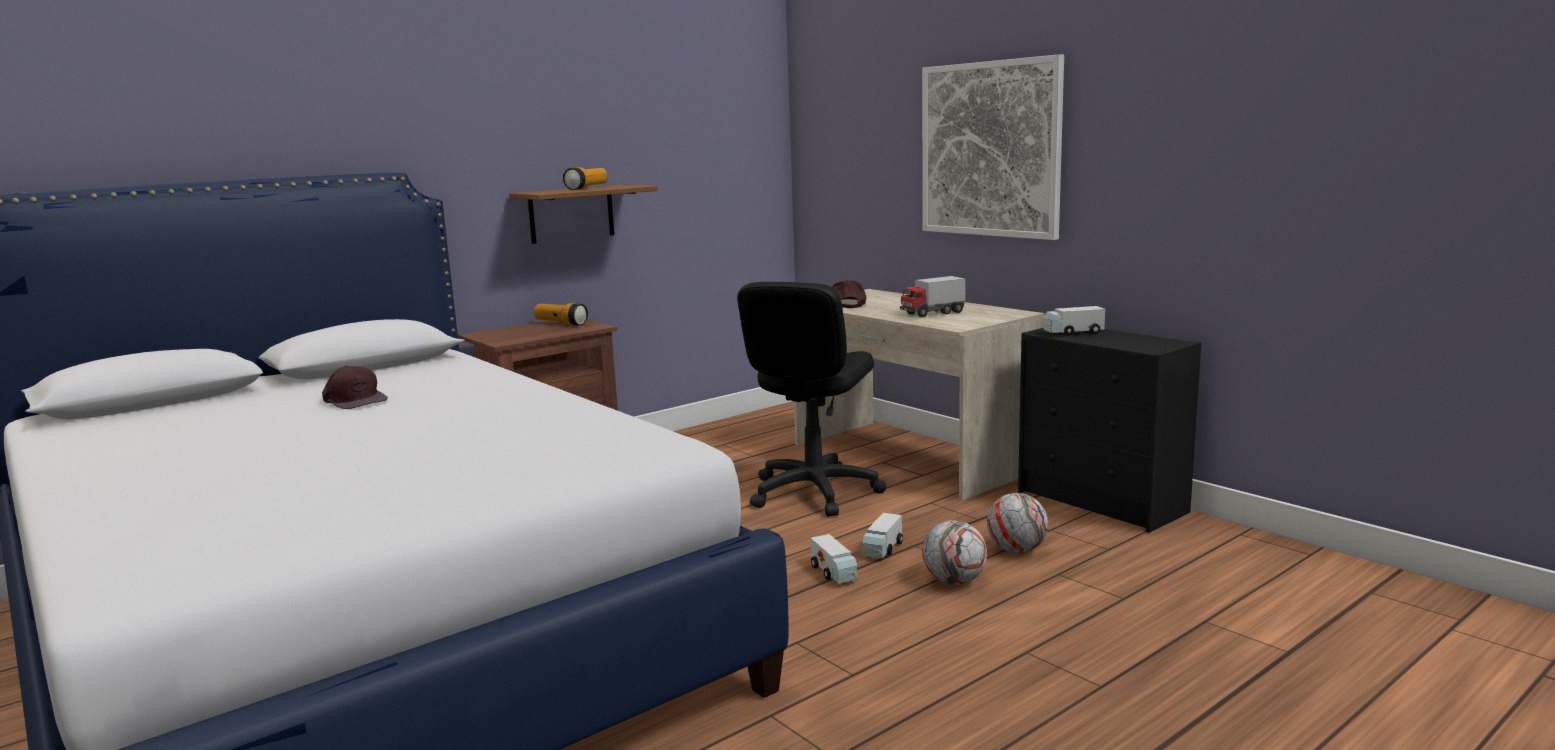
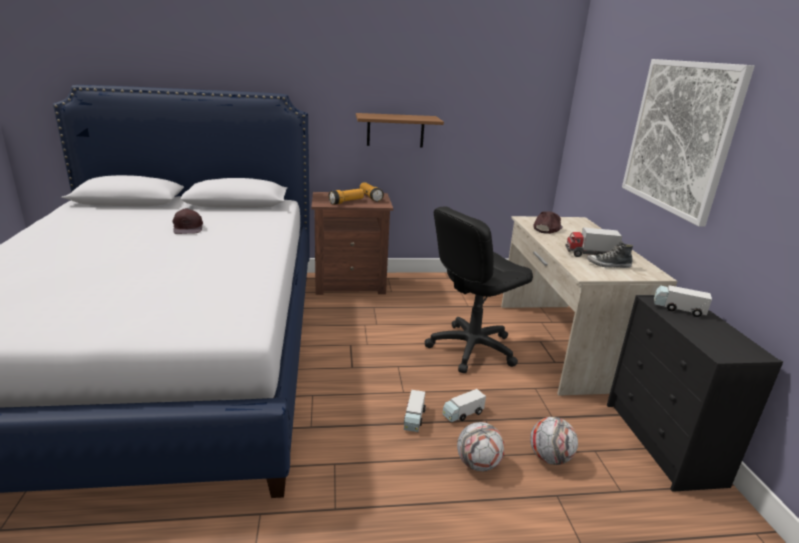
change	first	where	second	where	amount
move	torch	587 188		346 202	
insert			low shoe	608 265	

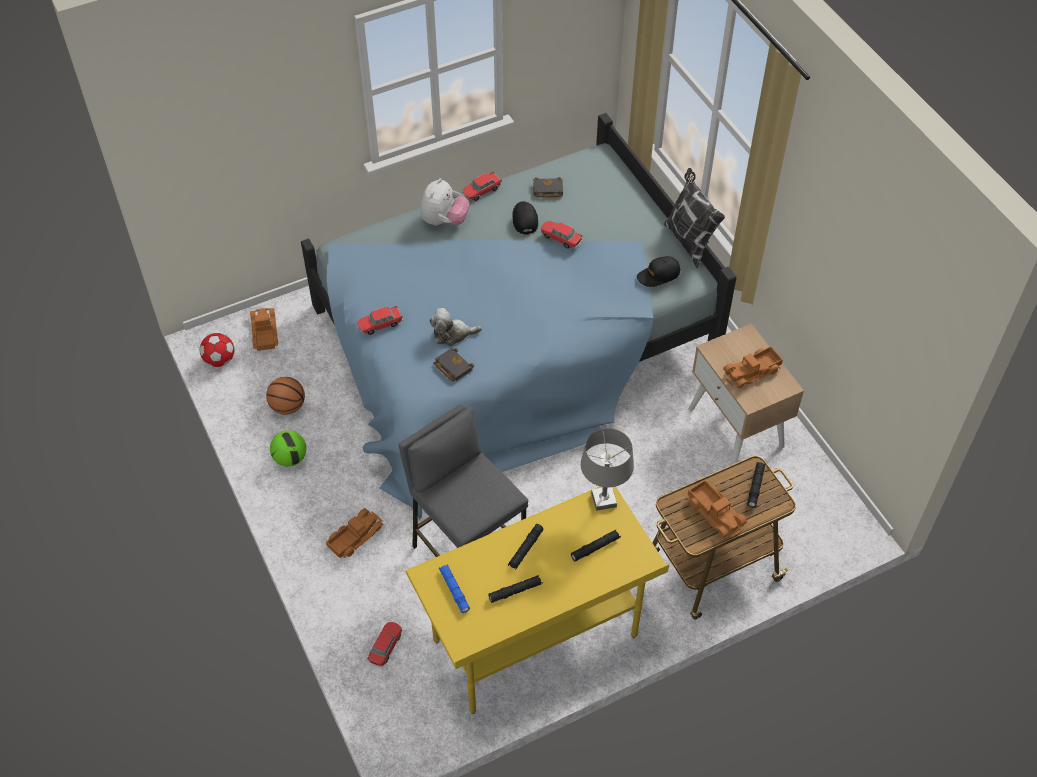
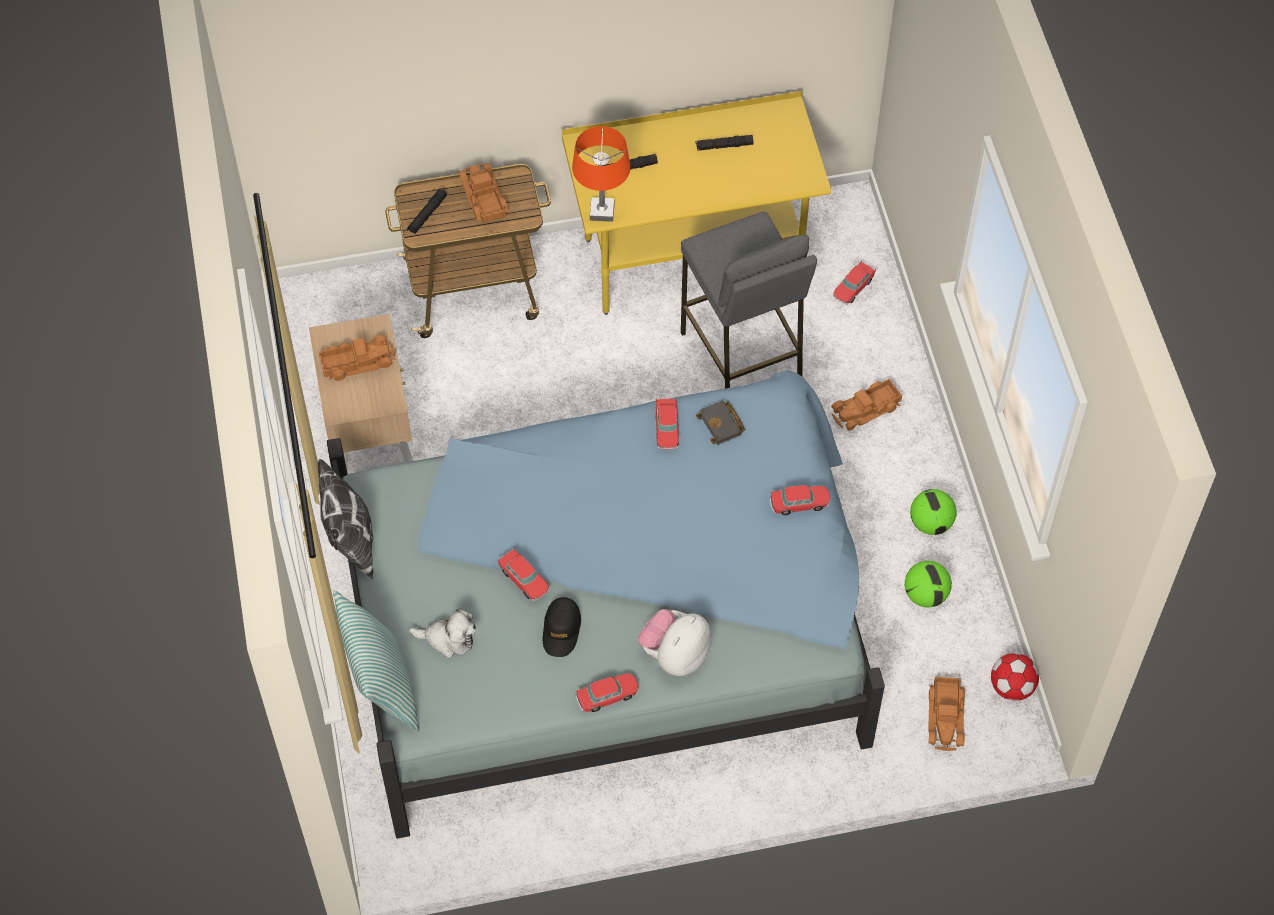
change	first	where	second	where	amount
replace	basketball ball	288 406	football ball	925 595	
move	soft toy	452 334		448 639	
delete	torch (bluish)	454 590			
delete	torch (black)	525 549			
delete	book (black)	547 190			
recolor	tabletop lamp (gray)	604 500	tabletop lamp (orange-coloured)	602 211	
delete	peaked cap (black)	658 275			
insert			pillow	381 687	
insert			model car	667 428	

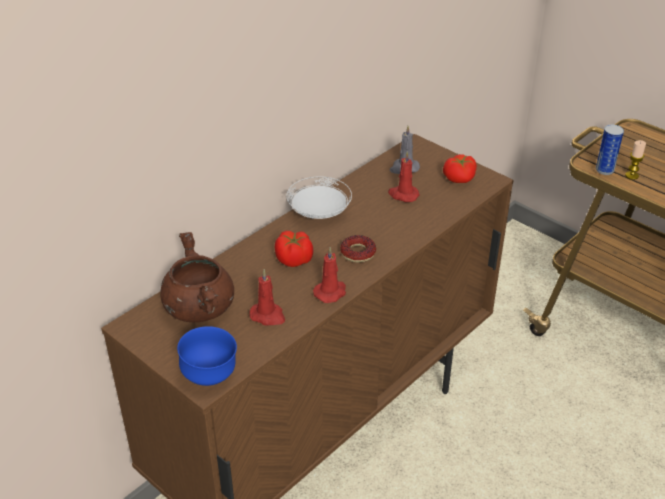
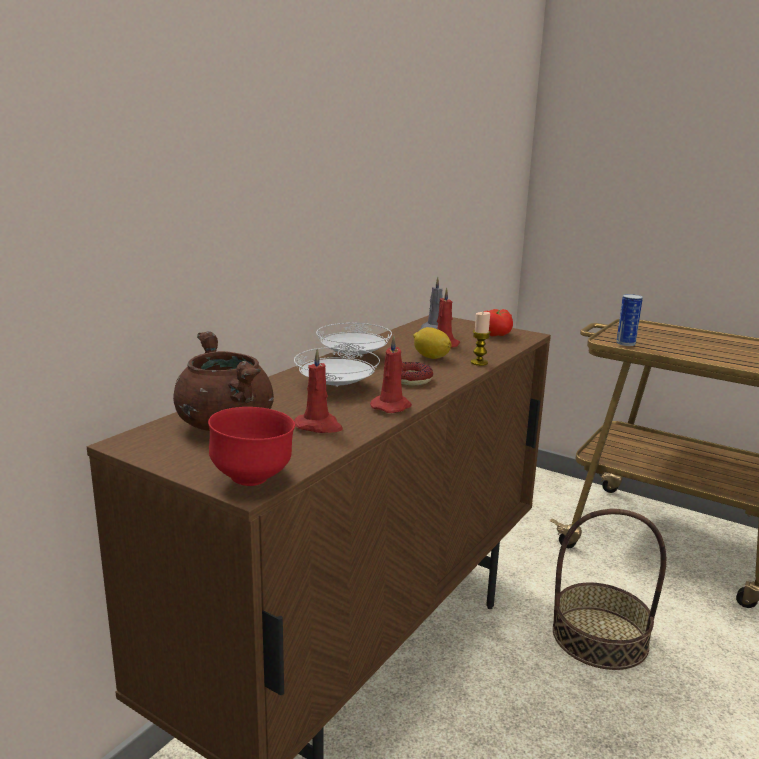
change	first	where	second	where	amount
recolor	serving bowl (bluish)	210 377	serving bowl (reddish)	253 479	
replace	fresh tomato	294 260	dinner plate (whitish)	337 386	
move	wax light	631 175		479 363	
insert			lemon	431 357	
insert			storage basket	600 637	

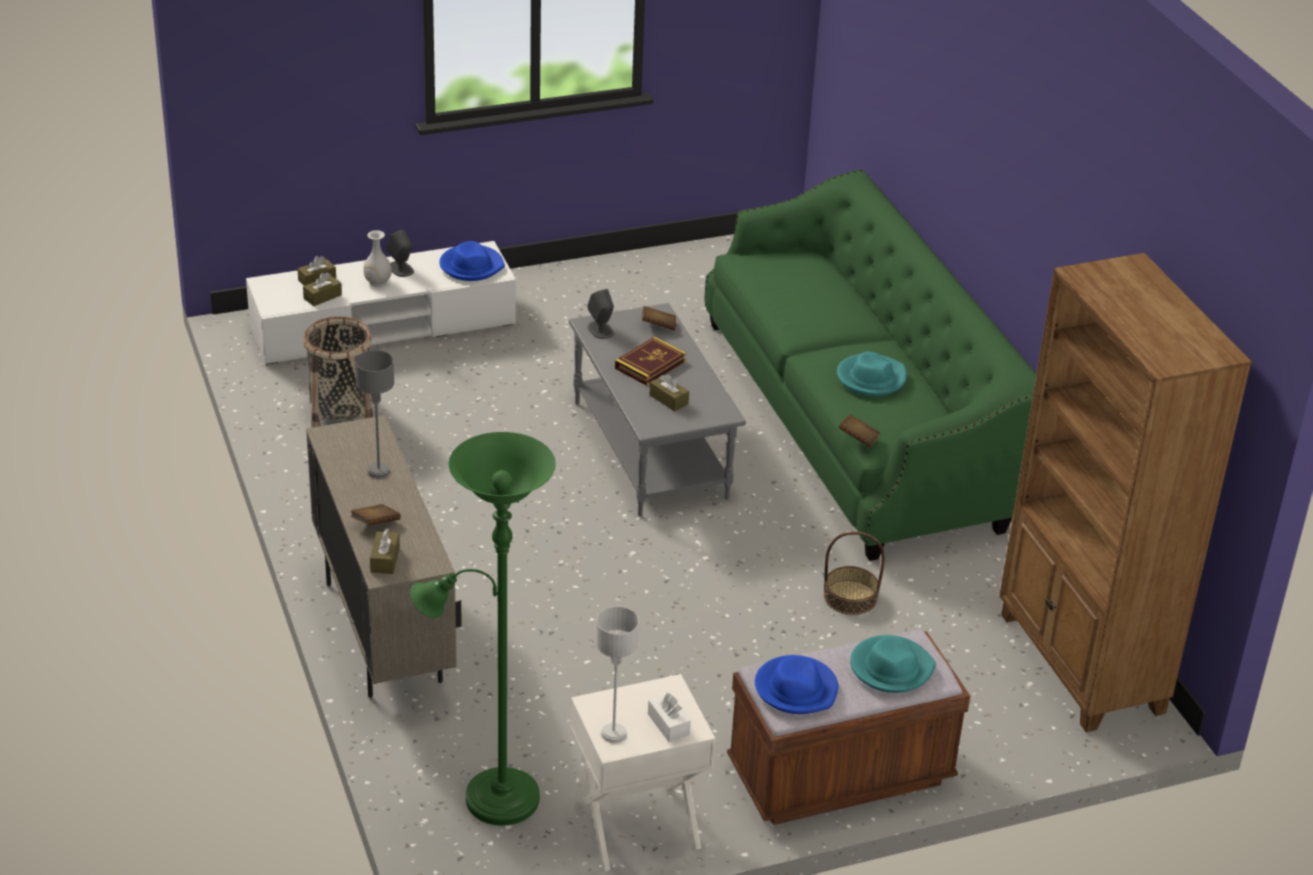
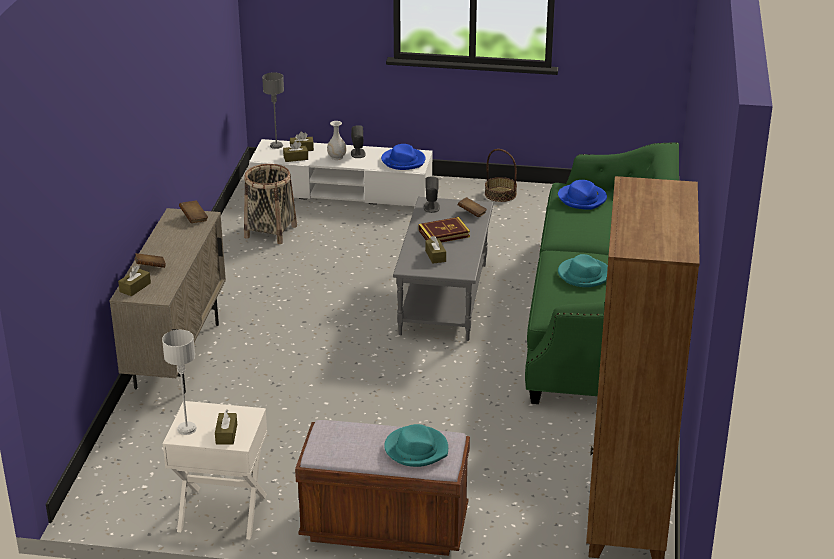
change	first	where	second	where	amount
move	tabletop lamp (gray)	379 471		276 145	
delete	floor lamp (green-coloured)	492 797			
recolor	box of tissues (whitish)	668 724	box of tissues (brown-coloured)	226 434	
move	wearable hat (bluish)	796 688		582 199	
move	storage basket	850 597		500 194	
move	book (brown-coloured)	858 439		194 218	

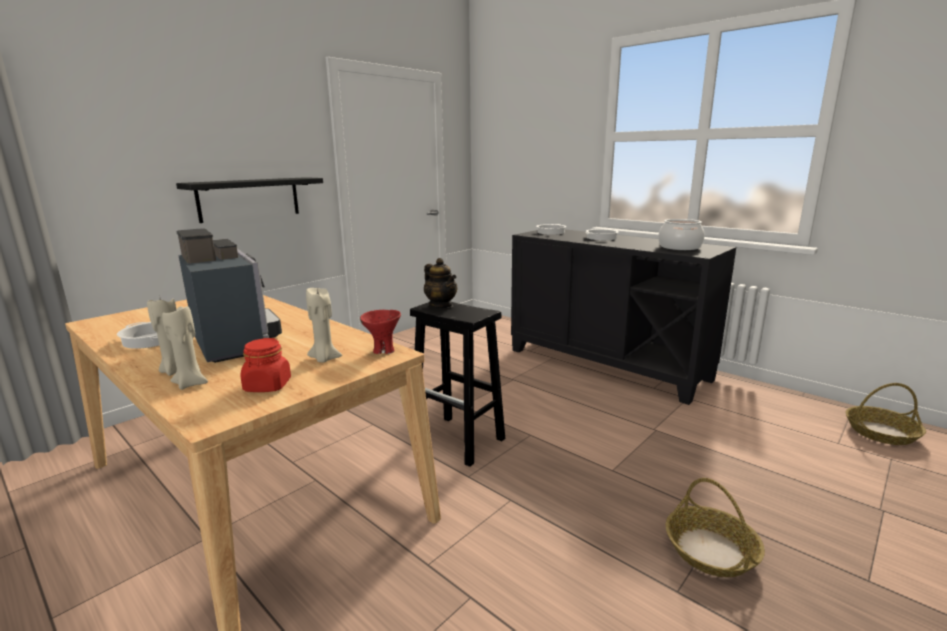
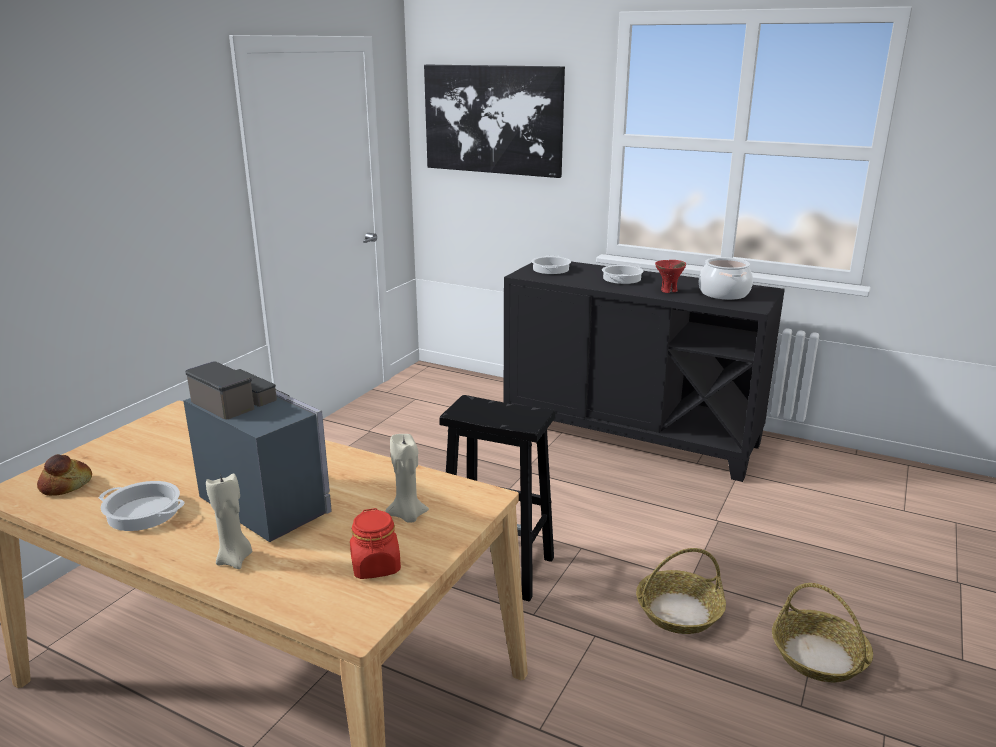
change	first	where	second	where	amount
delete	wax light (beige)	191 383			
delete	wall shelf (black)	249 199			
move	serving bowl (reddish)	383 351		668 291	
delete	tea pot	441 305			
move	storage basket	881 432		679 611	
insert			bread	66 485	
insert			wall art	493 120	

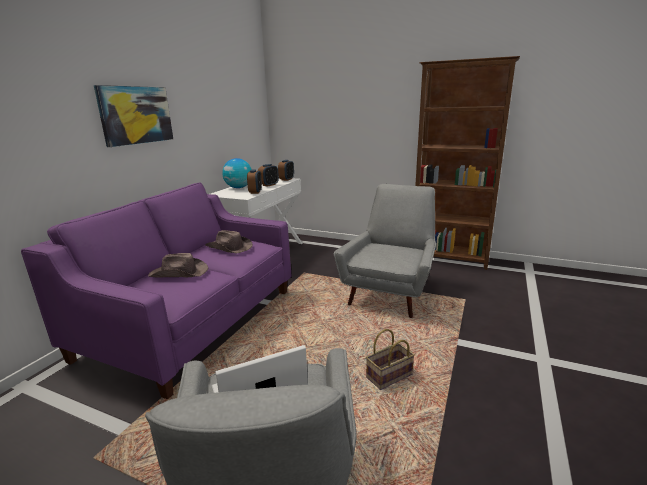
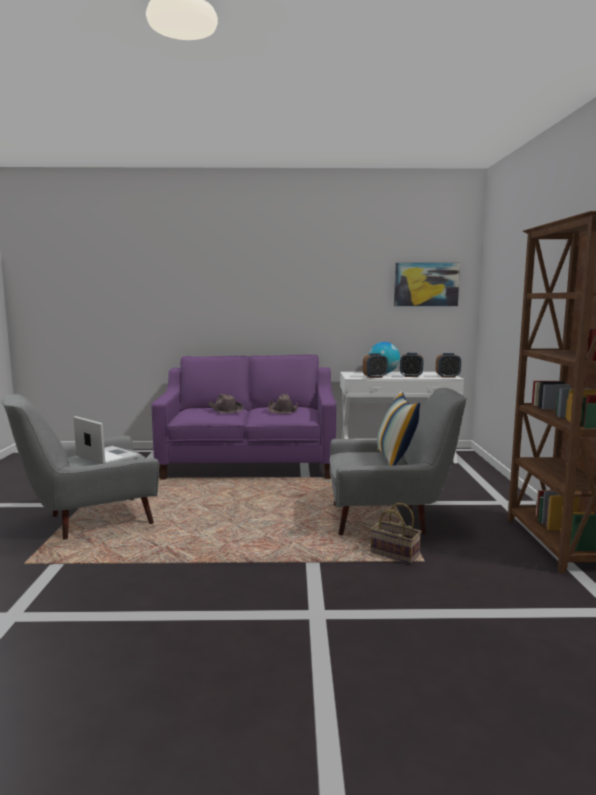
change	first	where	second	where	amount
move	wall art	136 115		426 284	
move	storage basket	389 377		393 554	
insert			pillow	395 459	

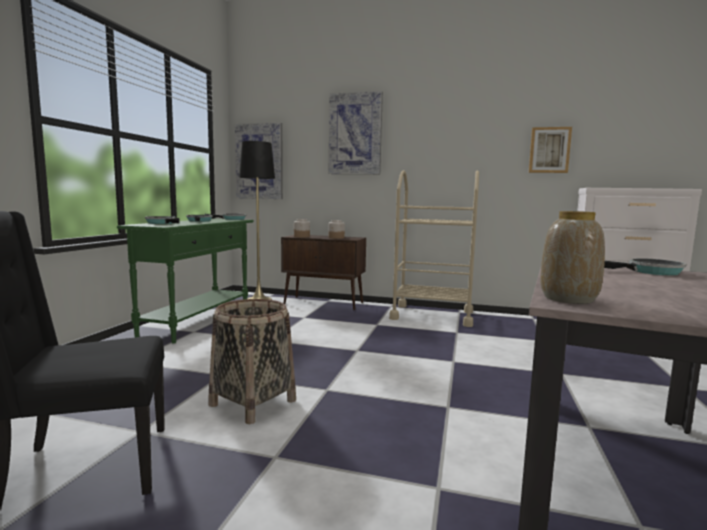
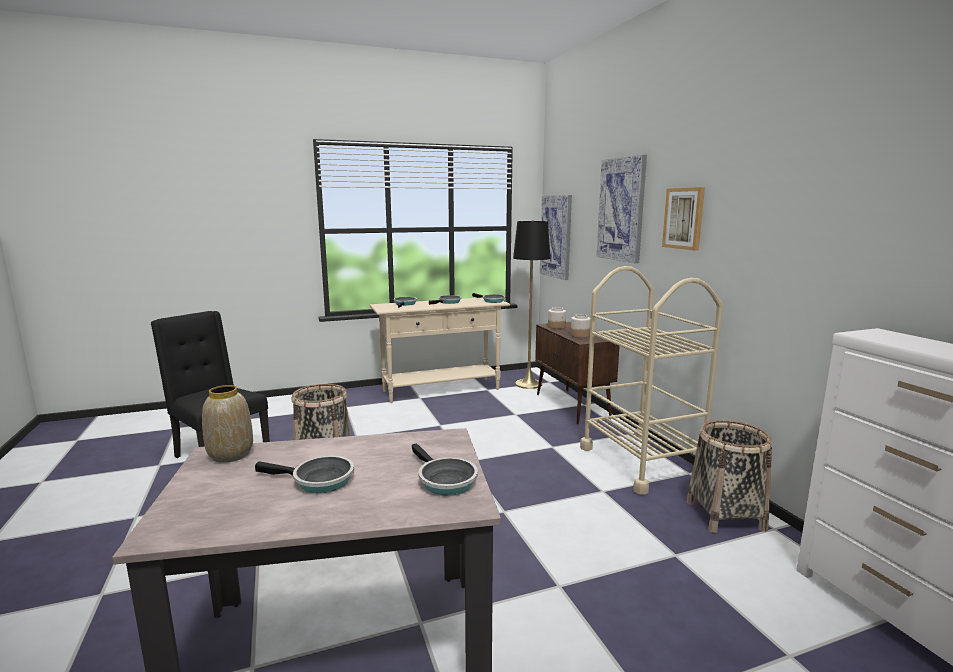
change	first	where	second	where	amount
recolor	console table (green-coloured)	198 321	console table (beige)	442 390	
move	wall art	549 150		684 218	
insert			frying pan	318 481	
insert			storage basket	725 516	

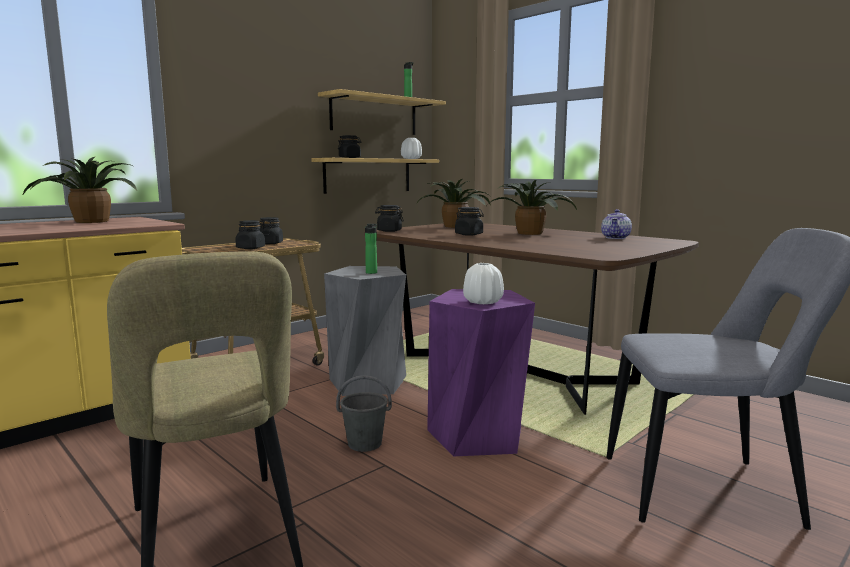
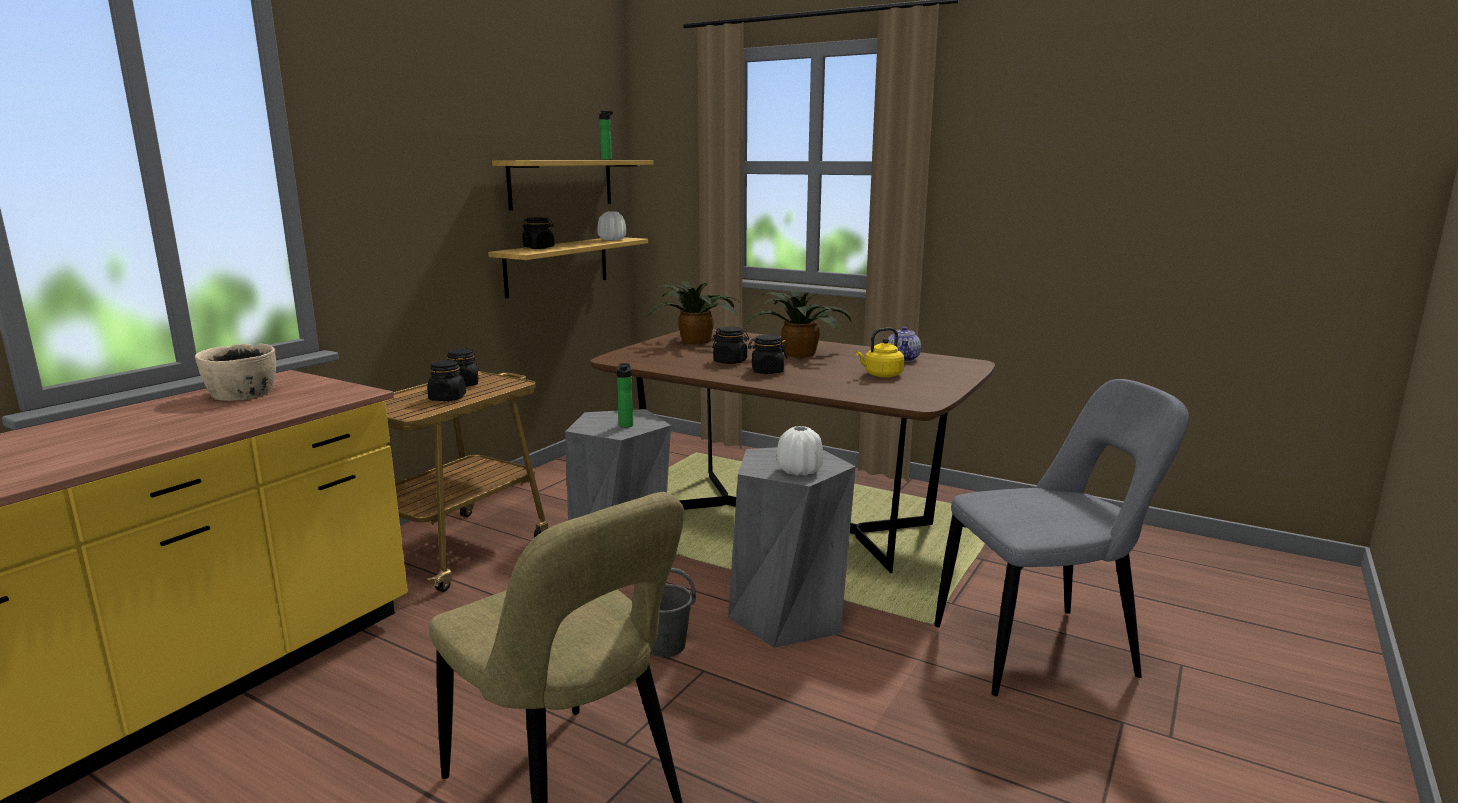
change	first	where	second	where	amount
replace	houseplant	88 222	serving bowl (beige)	242 394	
move	jar (black)	389 231		767 371	
recolor	stool seat (purple-coloured)	477 435	stool seat (gray)	787 616	
insert			kettle (yellow-coloured)	881 375	

